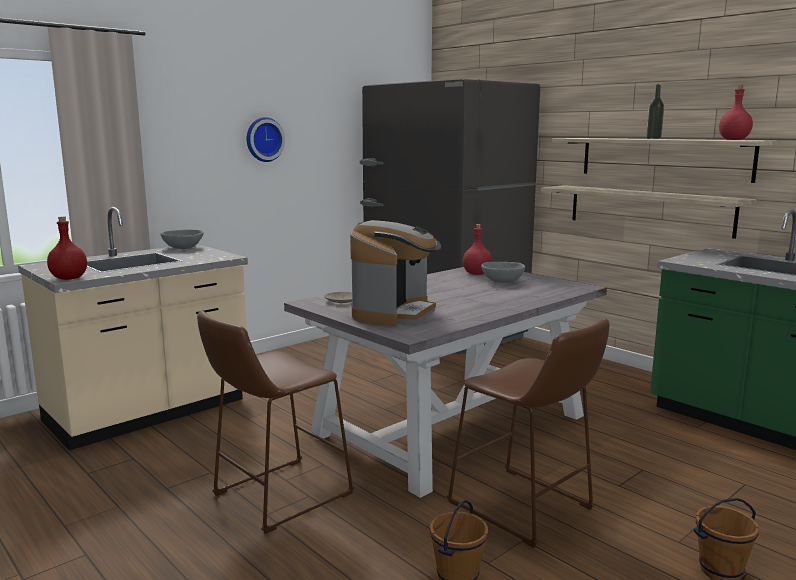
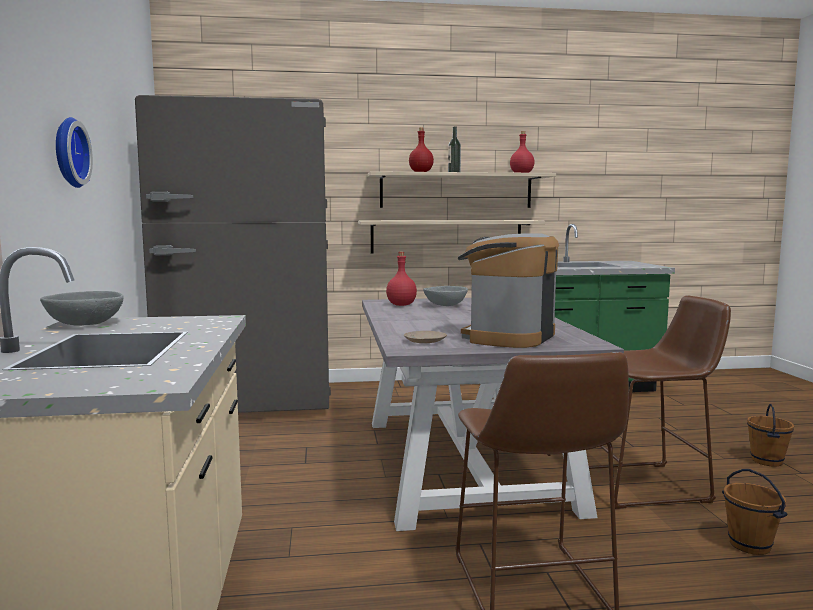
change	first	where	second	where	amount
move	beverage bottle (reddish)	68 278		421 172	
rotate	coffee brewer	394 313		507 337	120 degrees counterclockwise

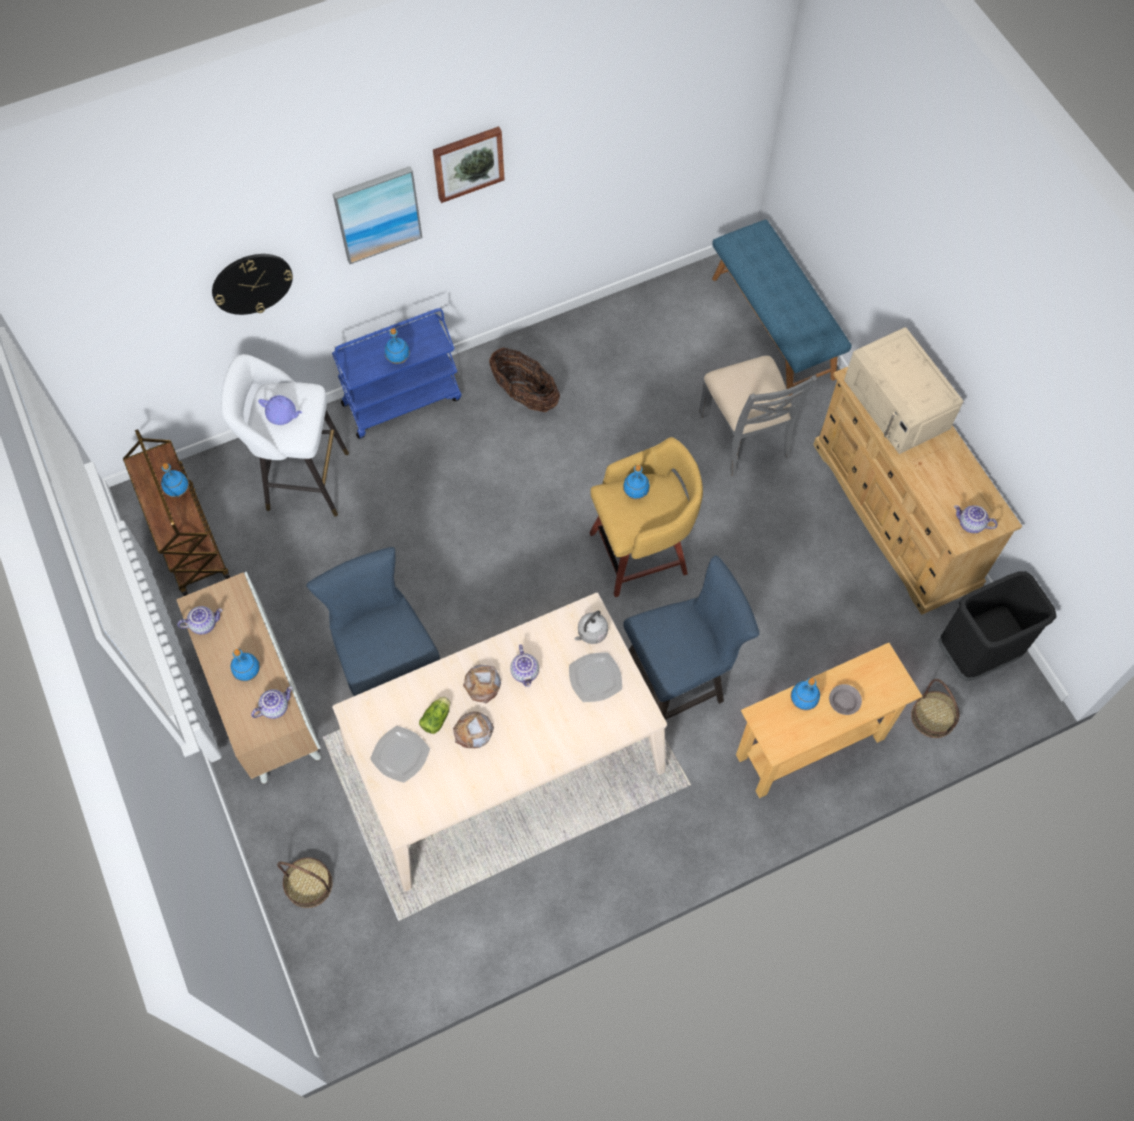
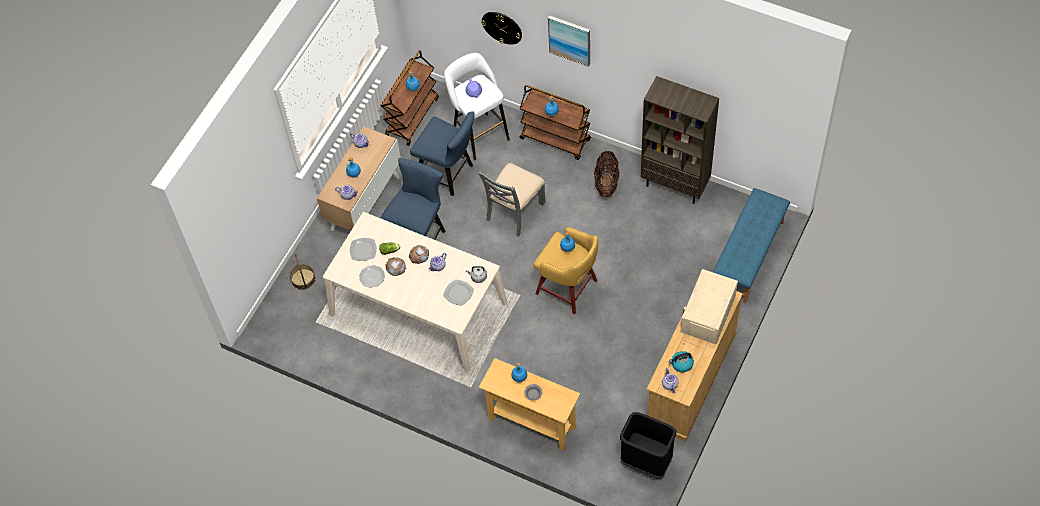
change	first	where	second	where	amount
recolor	cart (bluish)	402 400	cart (brown-coloured)	556 139	
delete	wall art	468 162			
move	chair (bluish)	680 680		449 175	
move	chair (gray)	746 435		514 211	
delete	storage basket	933 717			
insert			dinner plate	371 277	
insert			bookshelf (brown-coloured)	675 185	
insert			kettle	681 364	

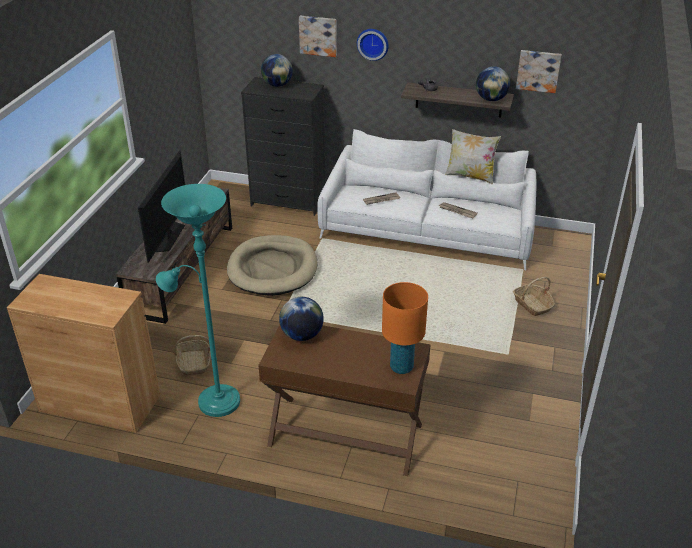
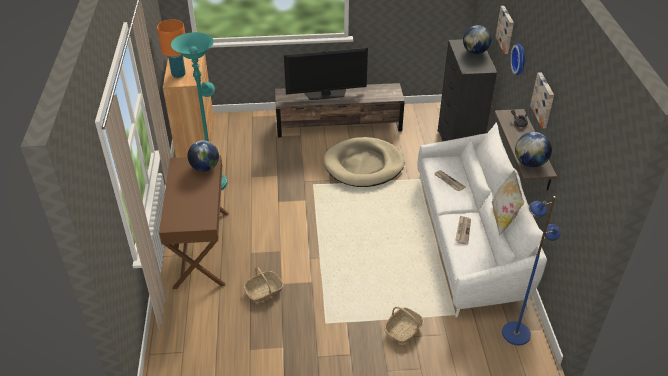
change	first	where	second	where	amount
move	storage basket	194 363		264 291	
move	tabletop lamp (orange-coloured)	401 367		178 74	
move	wall art	538 70		544 100	
insert			floor lamp (bluish)	515 333	

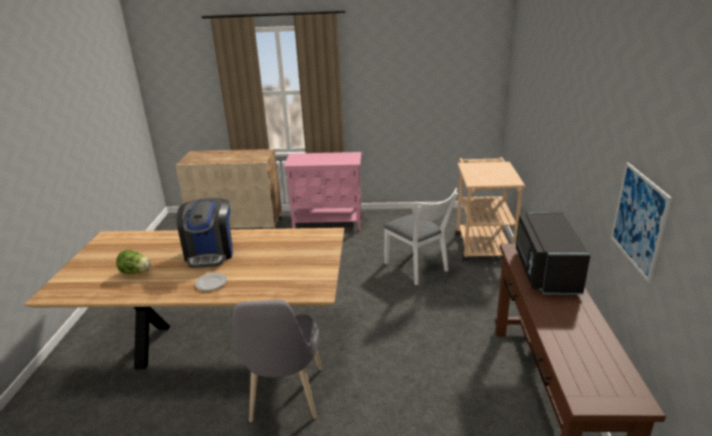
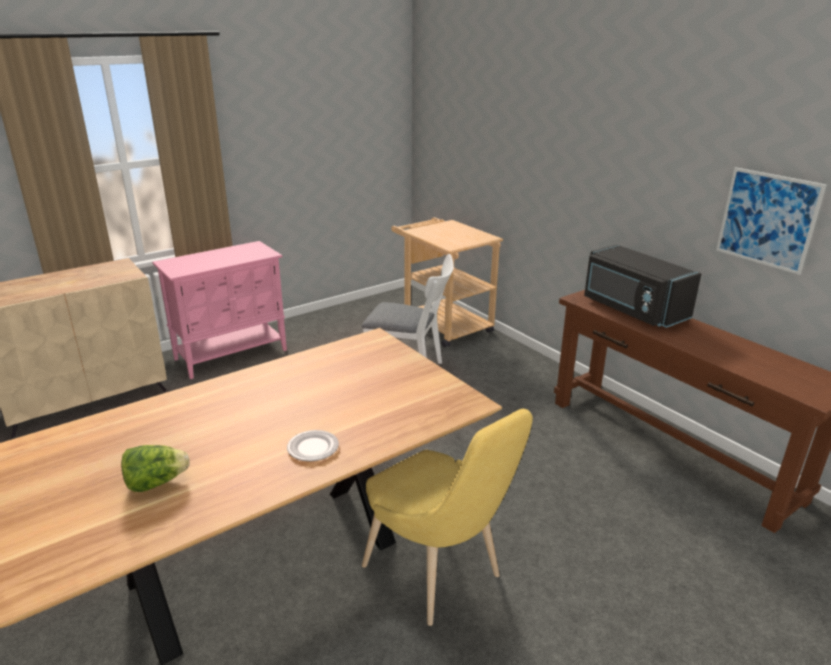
change	first	where	second	where	amount
delete	coffee brewer	210 253			
recolor	chair (gray)	285 399	chair (yellow-coloured)	438 576	

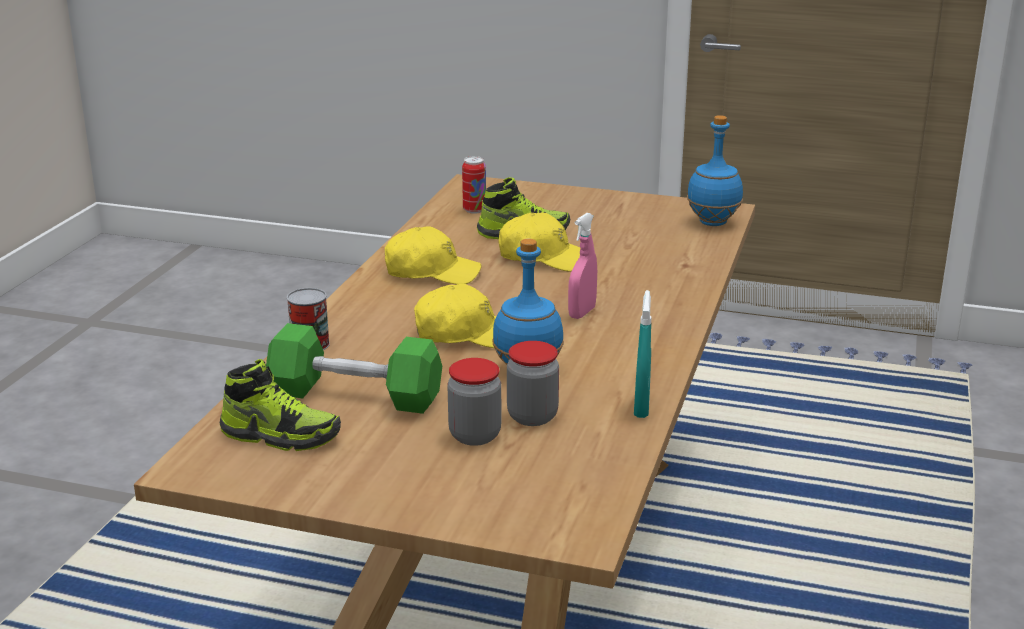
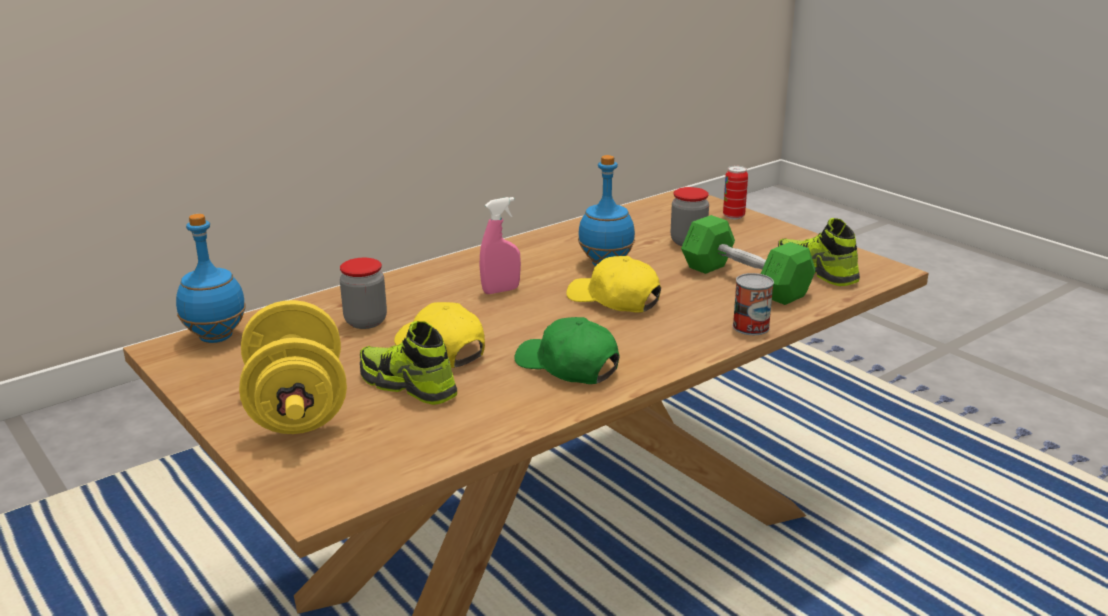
change	first	where	second	where	amount
recolor	peaked cap (yellow-coloured)	431 272	peaked cap (green-coloured)	567 366	
move	can	474 210		733 216	
move	jar	532 416		365 322	
delete	spray bottle (turquoise-coloured)	641 408			
insert			free weight (yellow-coloured)	298 408	

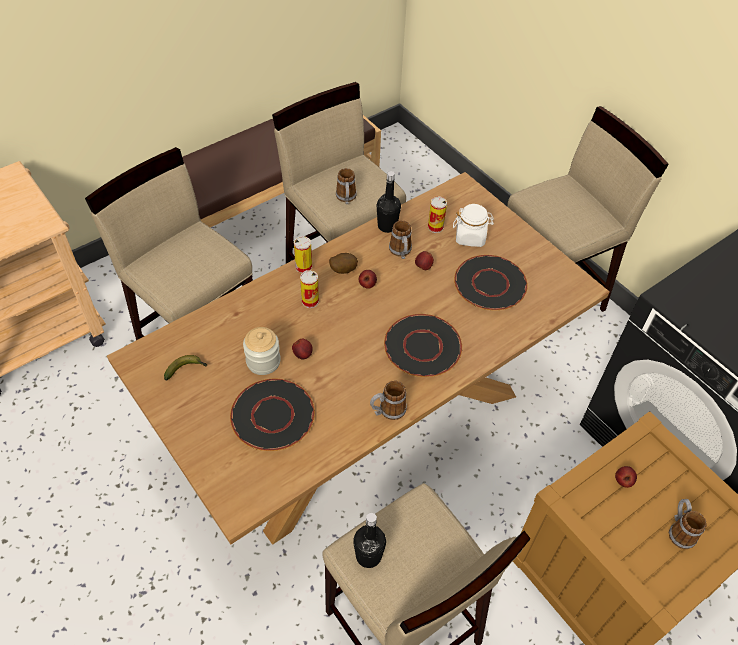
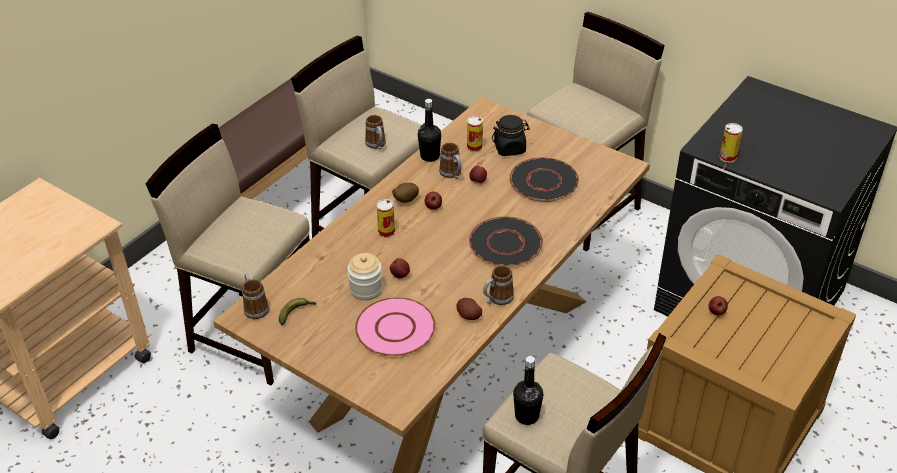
change	first	where	second	where	amount
recolor	dinner plate (black)	273 415	dinner plate (pink-coloured)	395 328	
move	can	303 267		727 157	
recolor	jar (whitish)	470 237	jar (black)	510 148	
move	mug	679 530		255 307	
insert			potato	468 315	

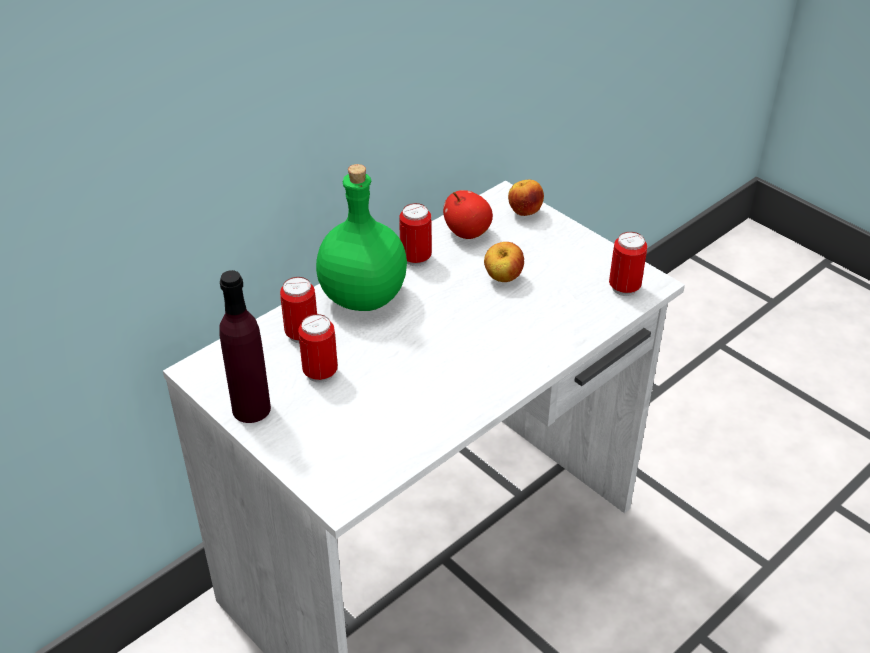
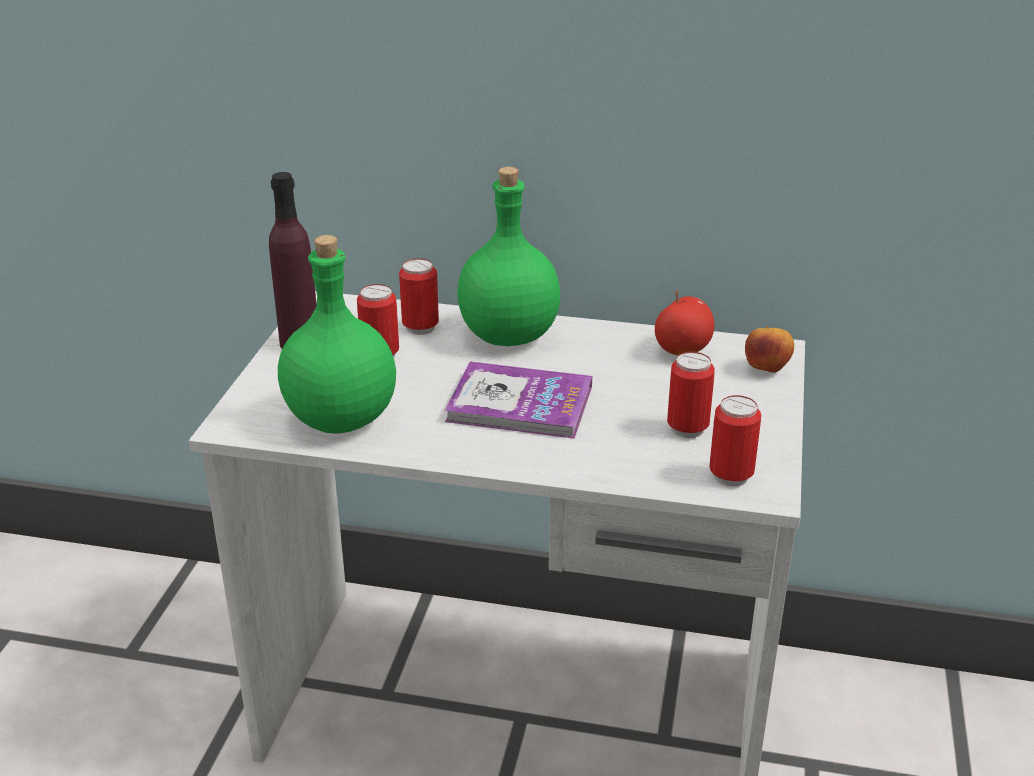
change	first	where	second	where	amount
move	can	416 258		687 429	
delete	apple	502 278			
insert			beverage bottle (green-coloured)	343 418	
insert			book	520 404	

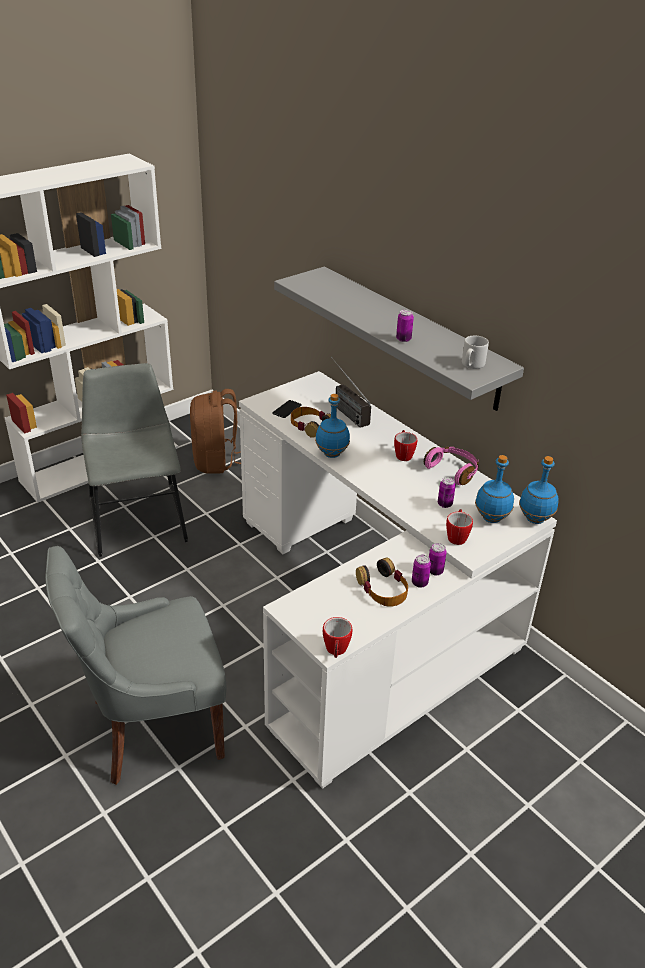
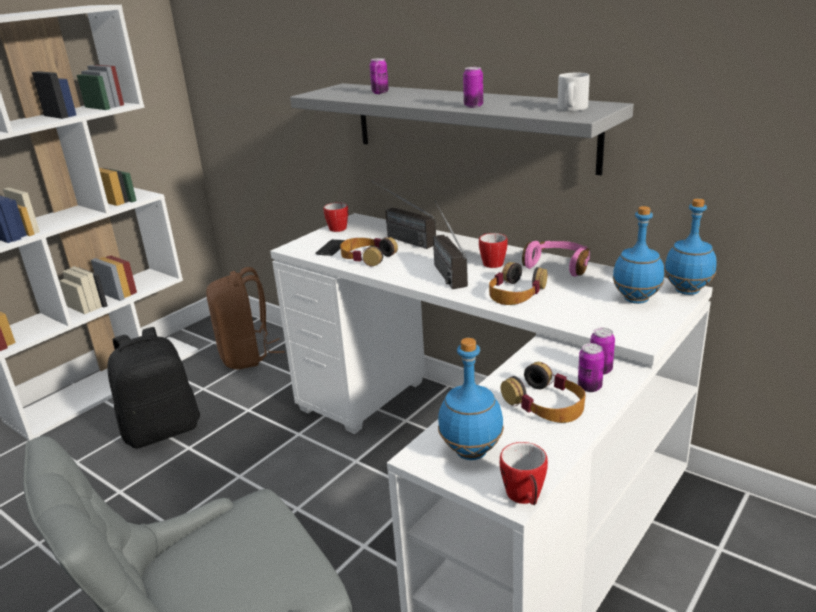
change	first	where	second	where	amount
replace	chair (gray)	137 516	backpack (black)	162 430	
move	beverage bottle (bluish)	332 454		472 452	
move	can	444 504		380 93	
move	mug	457 536		338 227	
insert			radio	443 269	
insert			headset	516 293	

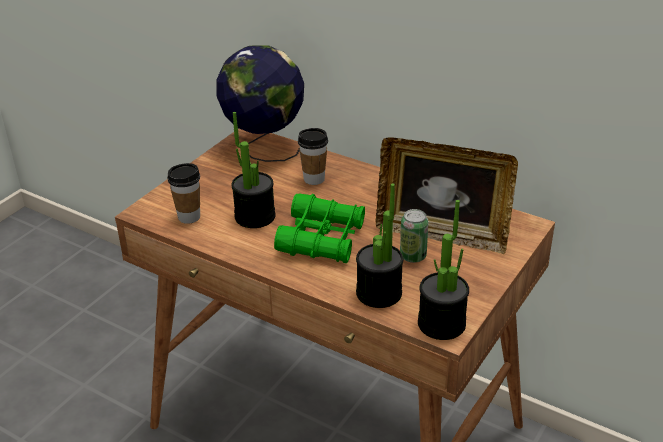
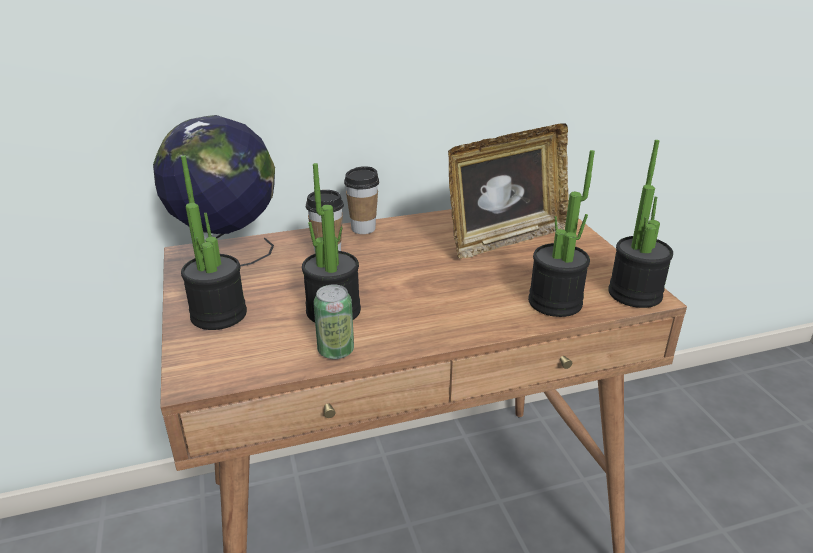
change	first	where	second	where	amount
move	cup	189 217		363 229	
delete	binoculars (green-coloured)	322 239			
move	can	413 256		336 351	
insert			houseplant	219 314	

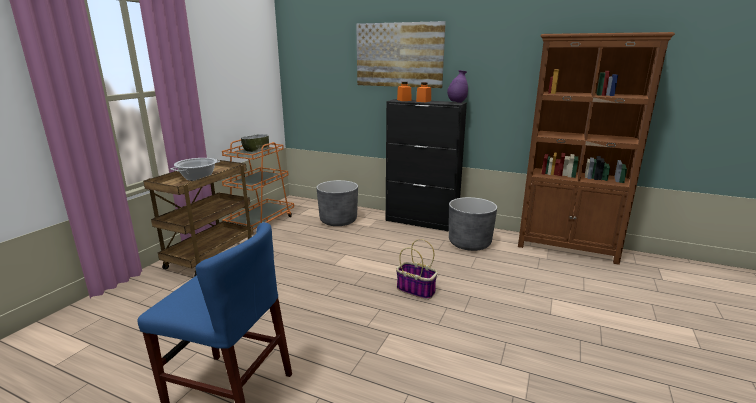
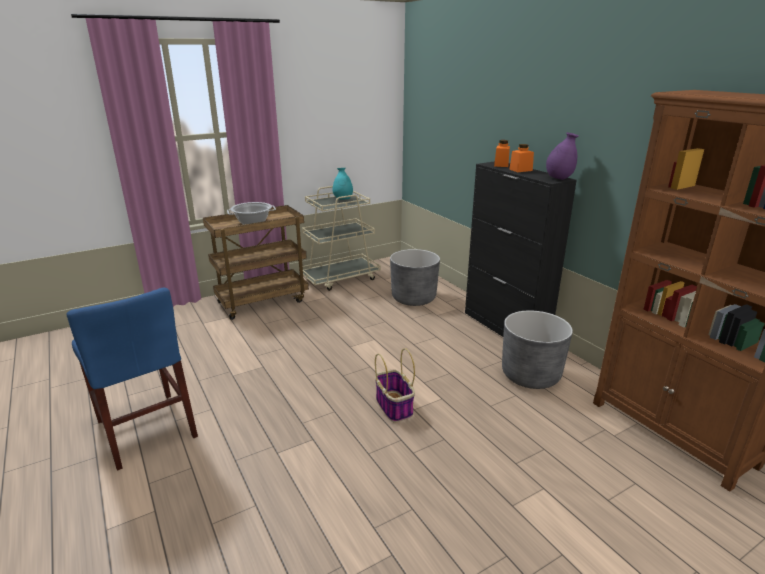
change	first	where	second	where	amount
recolor	cart (orange-coloured)	261 222	cart (beige)	340 278	
replace	serving bowl	256 149	decorative vase (turquoise-coloured)	343 199	
delete	wall art	399 55			

